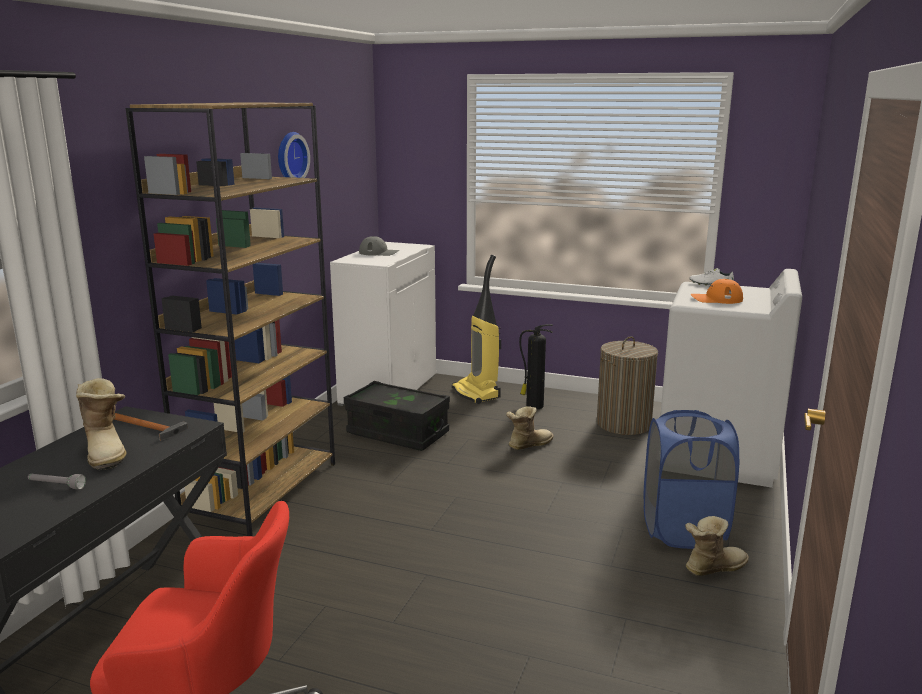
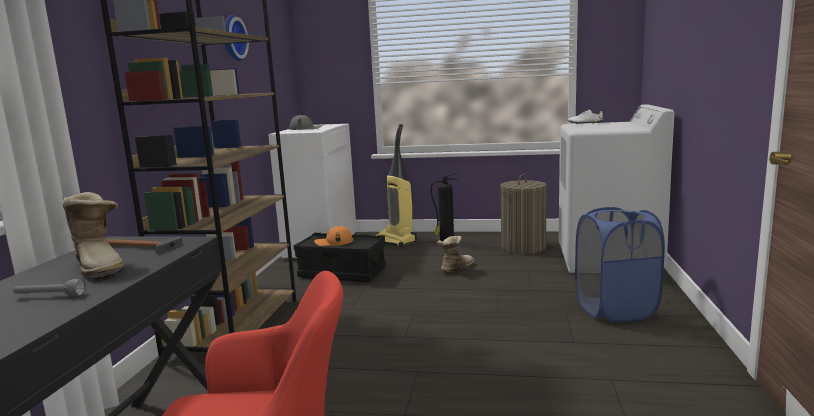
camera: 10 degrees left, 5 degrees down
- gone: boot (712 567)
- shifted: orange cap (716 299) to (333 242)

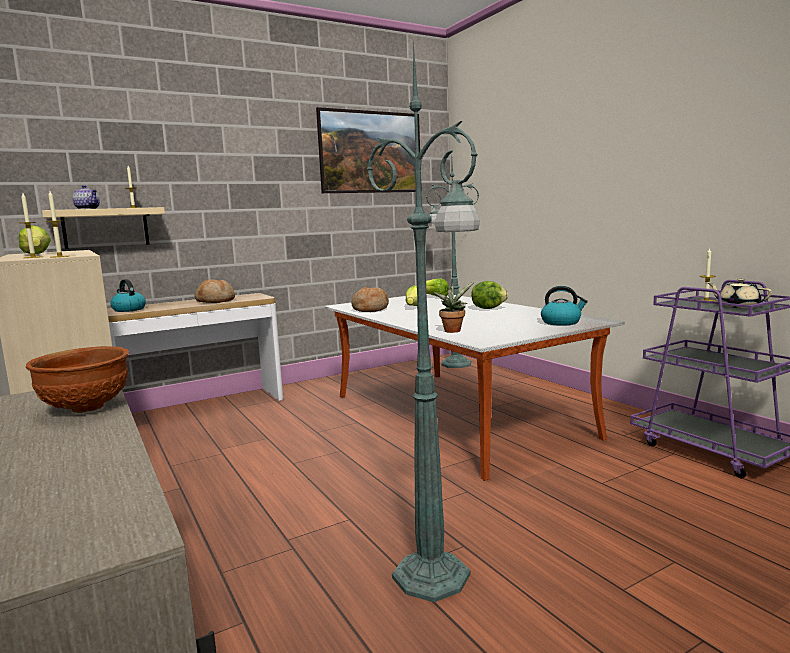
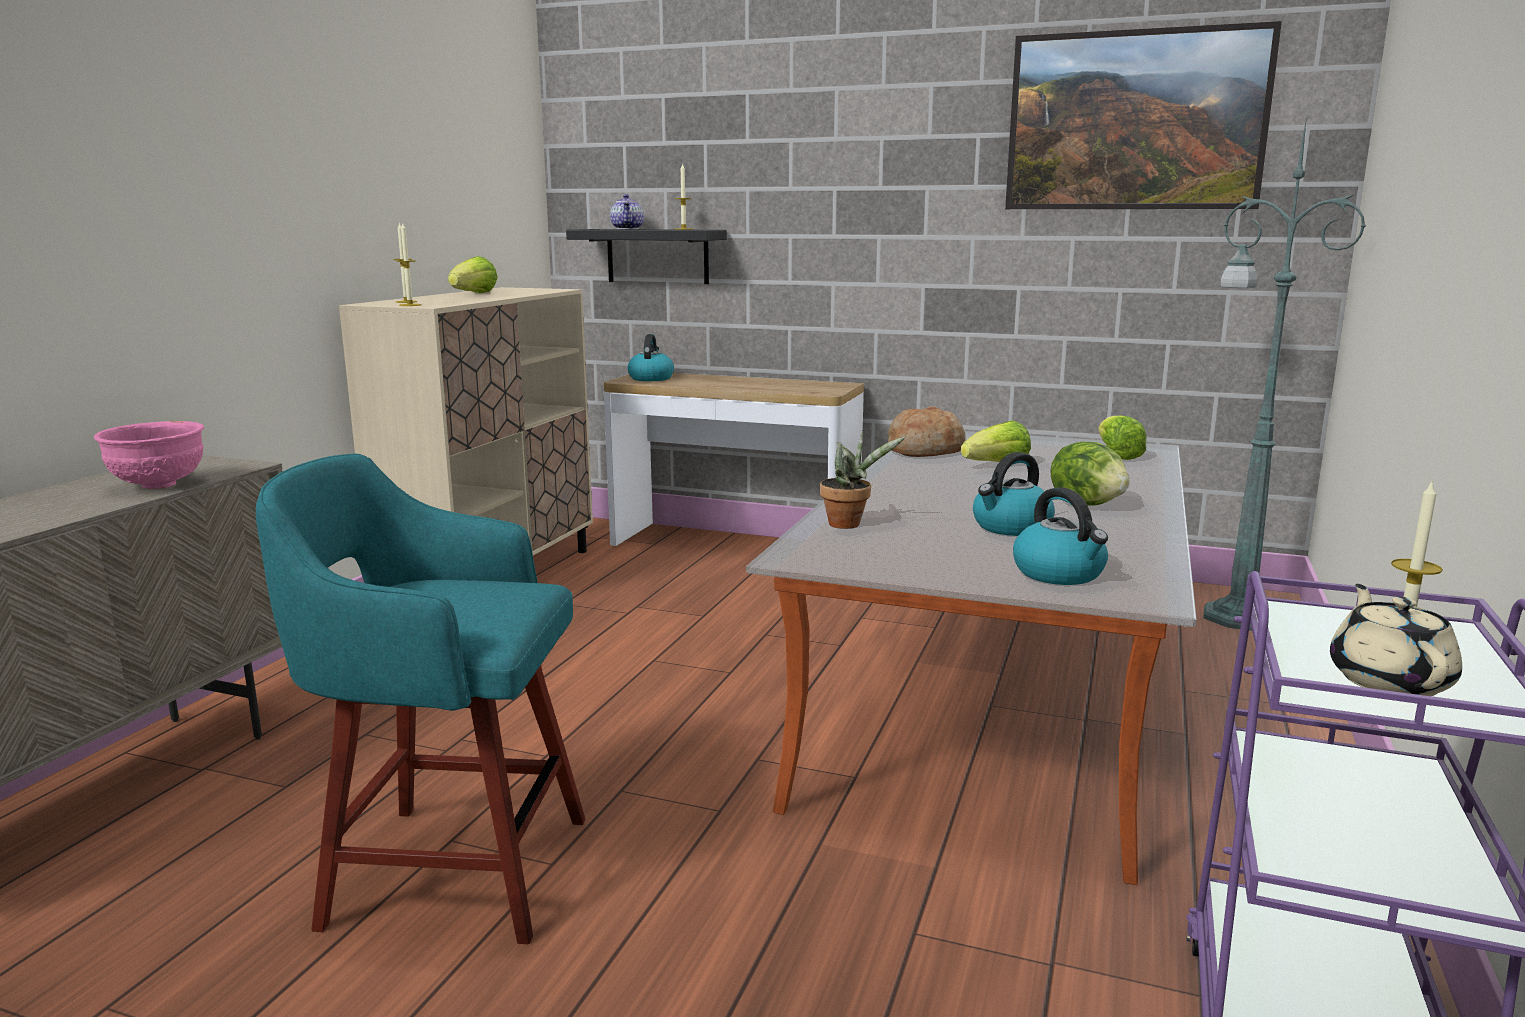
camera: 50 degrees right, 5 degrees up
- gone: bread (215 301)
- new: kettle (1011 527)
- swapped: green floor lamp (434 578) to turquoise stool (450 869)
- repainted: brown bowl (86 408) to pink bowl (157 485)
- repainted: beige shelf (106 228) to black shelf (657 256)

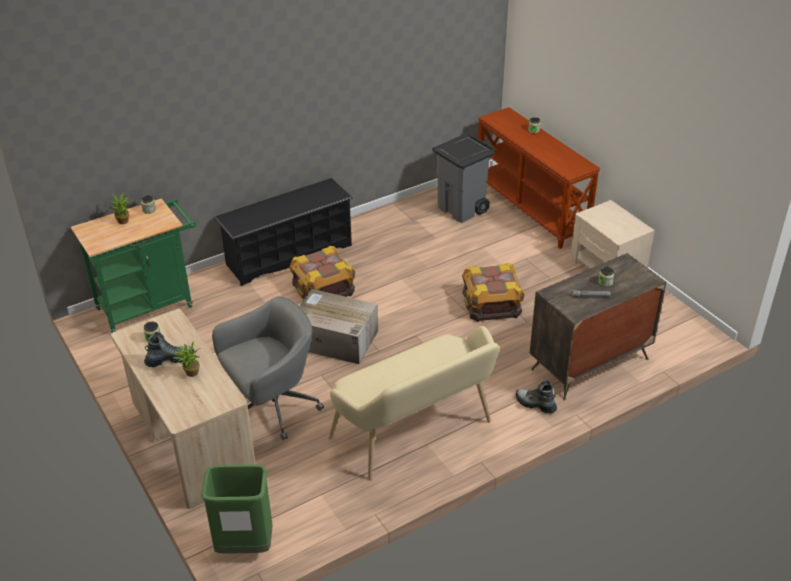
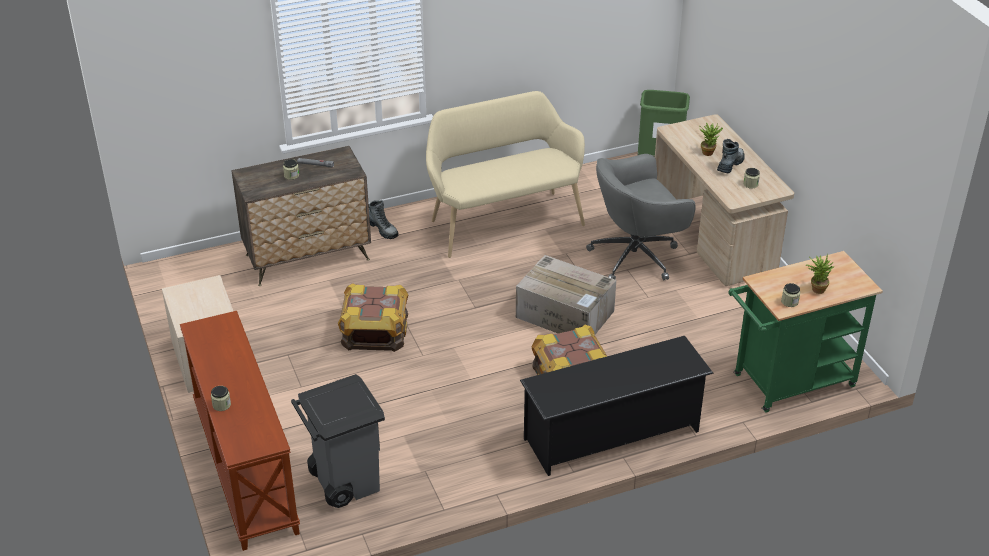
camera: 170 degrees left, 0 degrees up
- rotated: boot (170 359) = (730 165) 135 degrees clockwise

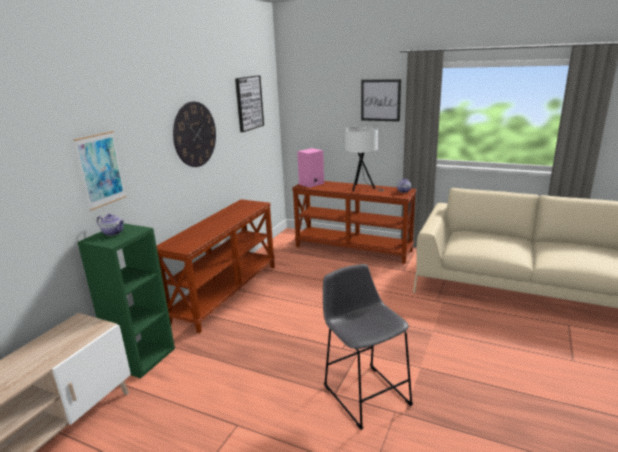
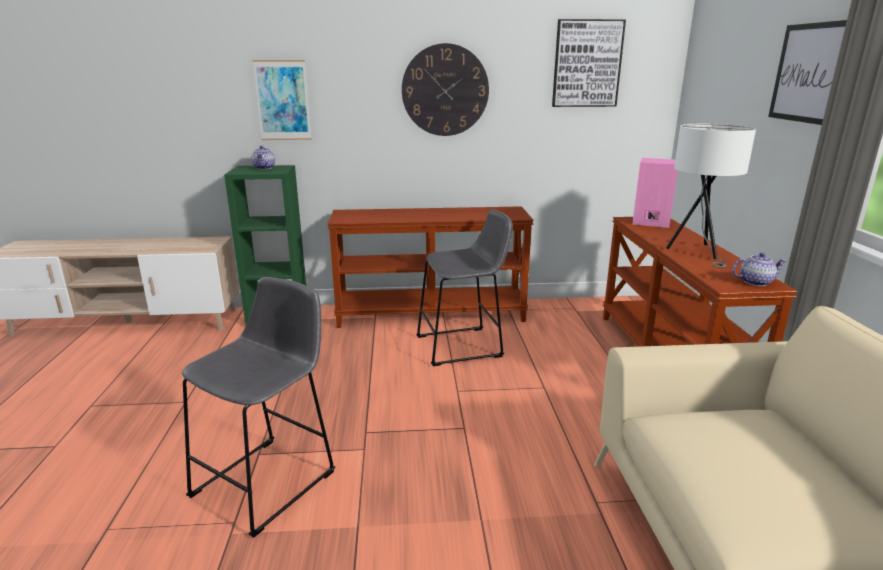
camera: 60 degrees right, 0 degrees up
- new: grey stool (464 346)

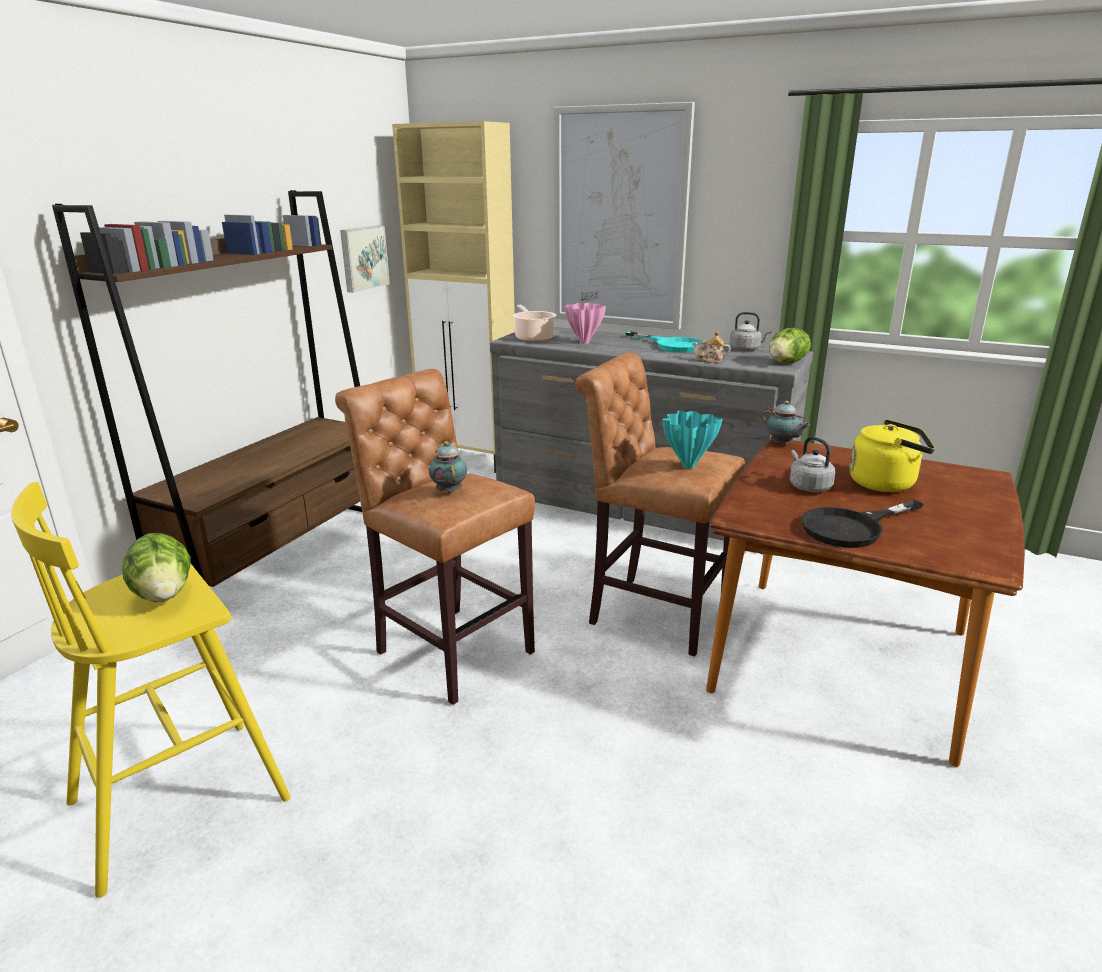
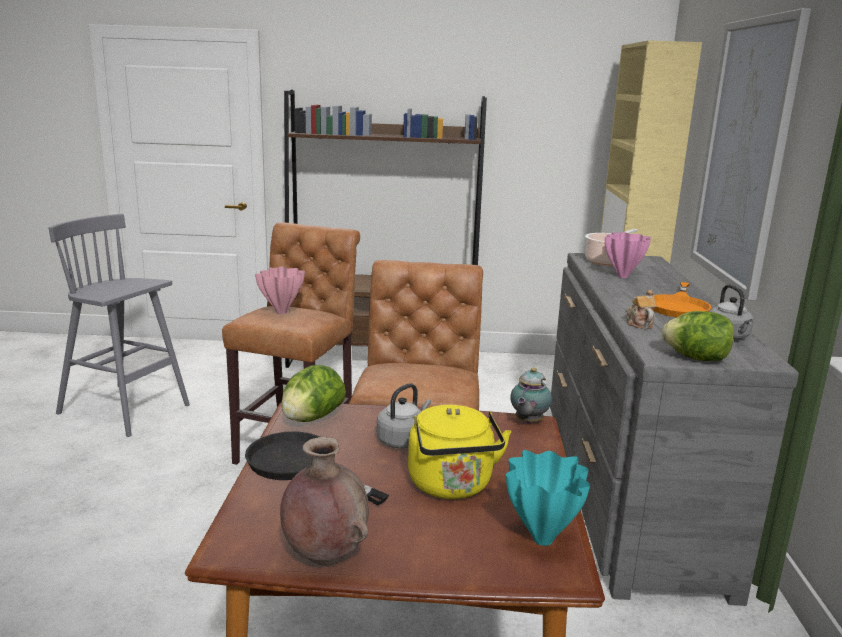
camera: 65 degrees right, 5 degrees down
- gone: picture (363 258)
- new: brown vase (324 555)
- shifted: lettuce (164 594) to (312 418)
- shifted: turquoise vase (687 466) to (542 538)
- swapped: teapot (449 491) to pink vase (282 312)
- repainted: yellow stool (184 798) to grey stool (126 410)
- repainted: turquoise frying pan (673 345) to orange frying pan (679 306)

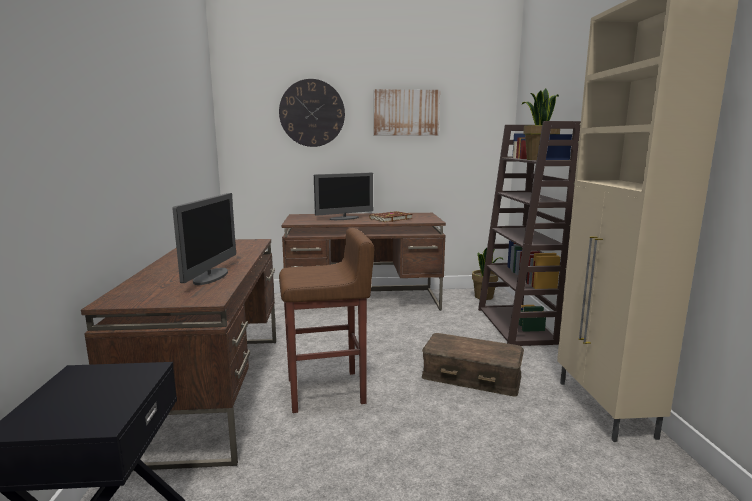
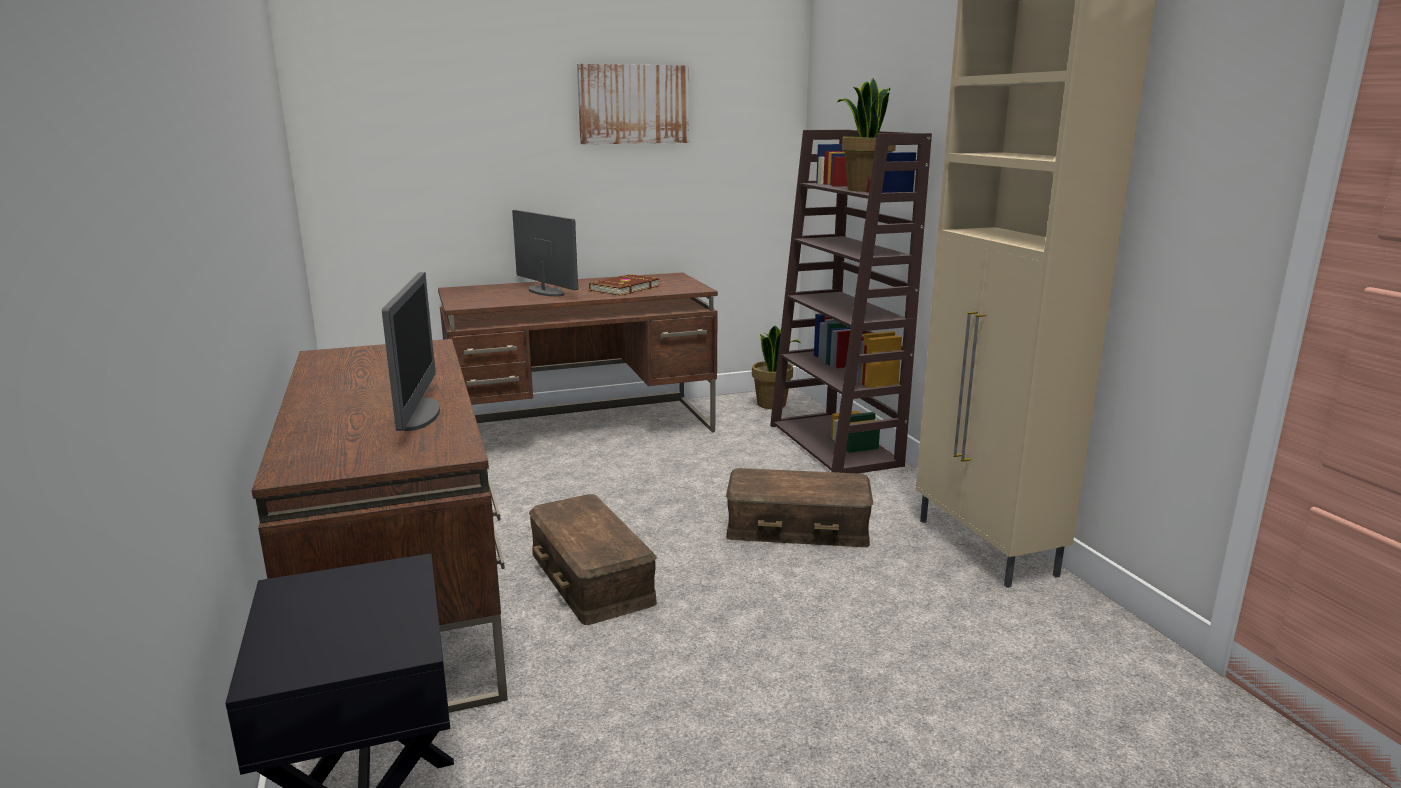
camera: 15 degrees left, 5 degrees up
- gone: wall clock (312 113)
- swapped: brown stool (327 391) to brown storage box (593 577)
- rotated: monitor (344 218) = (546 292) 90 degrees counterclockwise

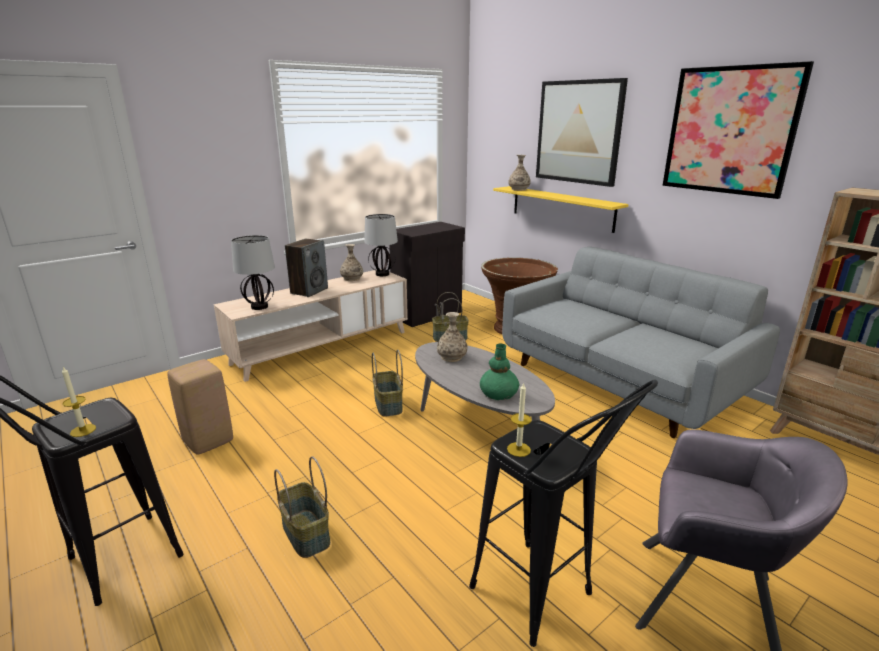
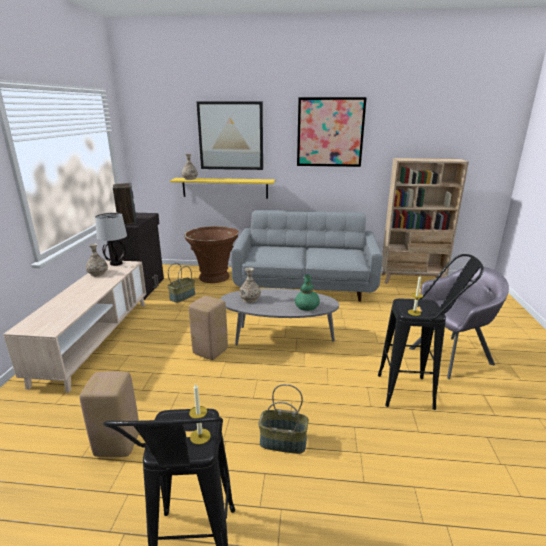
camera: 45 degrees left, 0 degrees up
- gone: table lamp (259 306)
- shifted: speaker (309 291) to (127 221)
- swapped: basket (387 404) to beige stool (209 352)

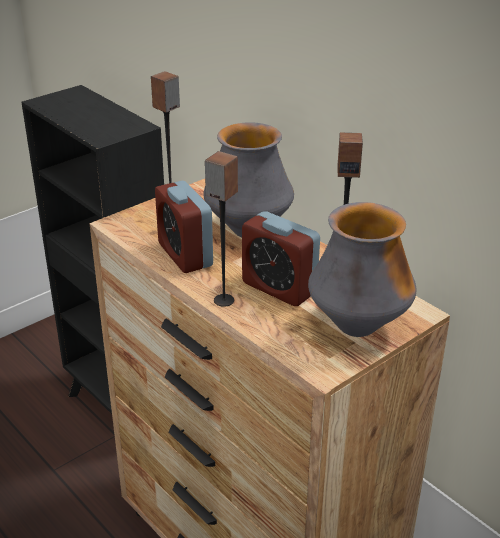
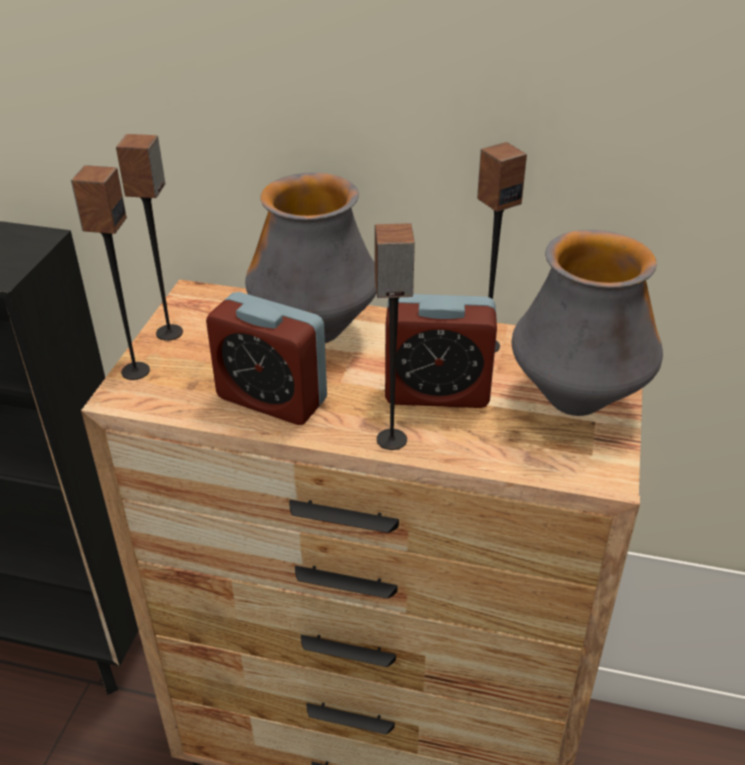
camera: 35 degrees left, 5 degrees up
- new: speaker (135 371)

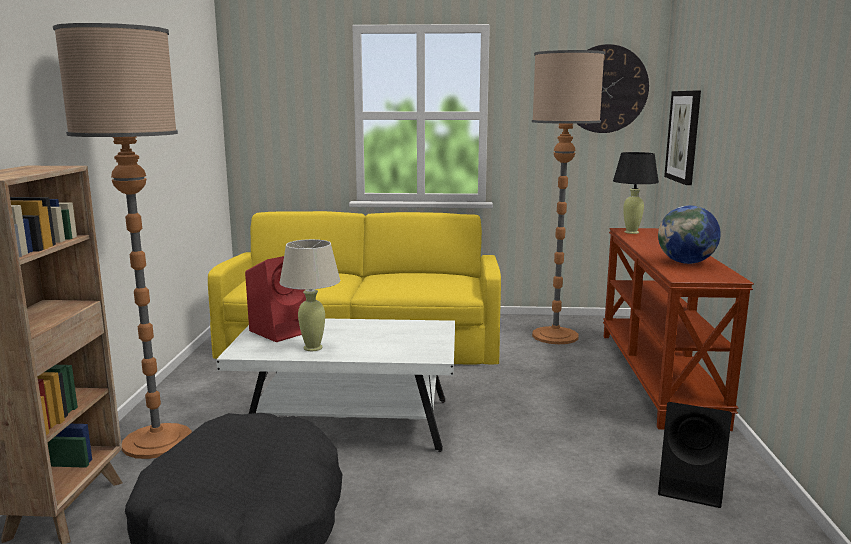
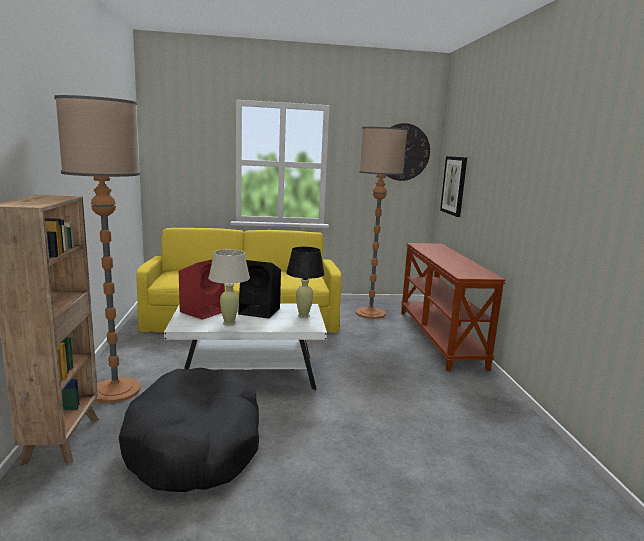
camera: 10 degrees left, 0 degrees up
- gone: globe (686 262)
- shifted: black table lamp (631 232) to (303 316)
- shifted: black speaker (692 487) to (260 311)

